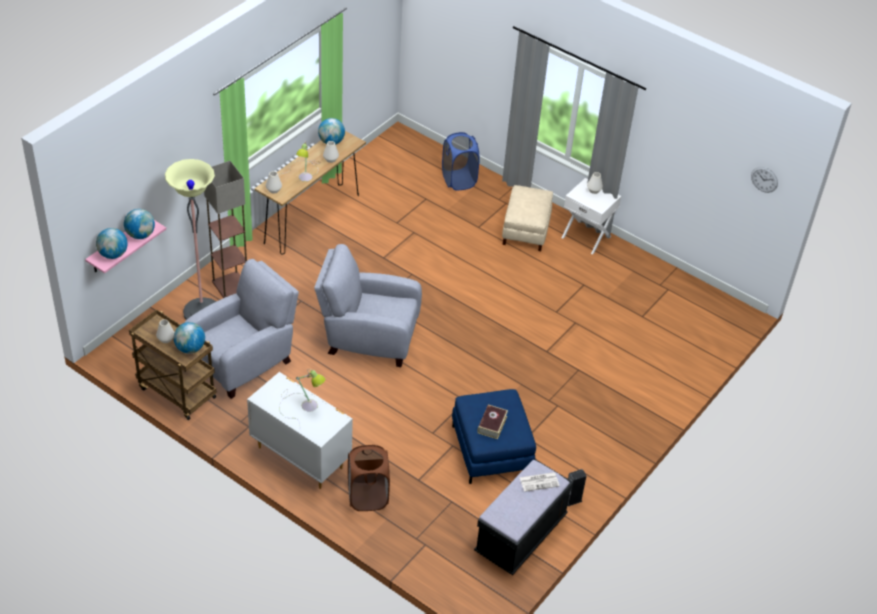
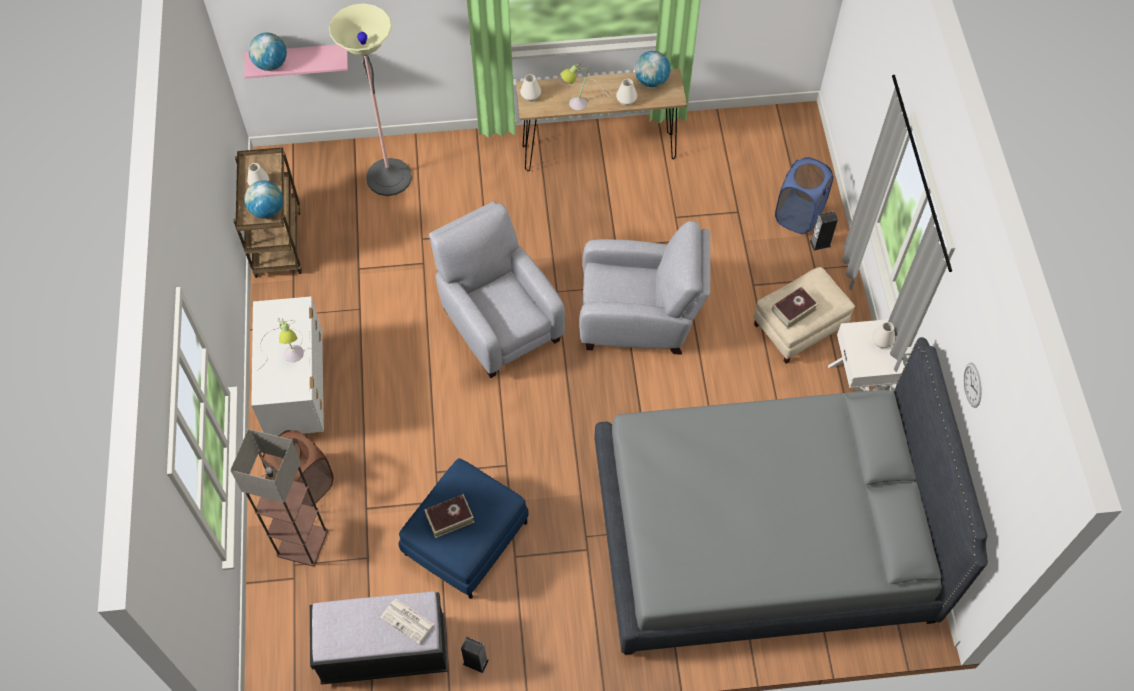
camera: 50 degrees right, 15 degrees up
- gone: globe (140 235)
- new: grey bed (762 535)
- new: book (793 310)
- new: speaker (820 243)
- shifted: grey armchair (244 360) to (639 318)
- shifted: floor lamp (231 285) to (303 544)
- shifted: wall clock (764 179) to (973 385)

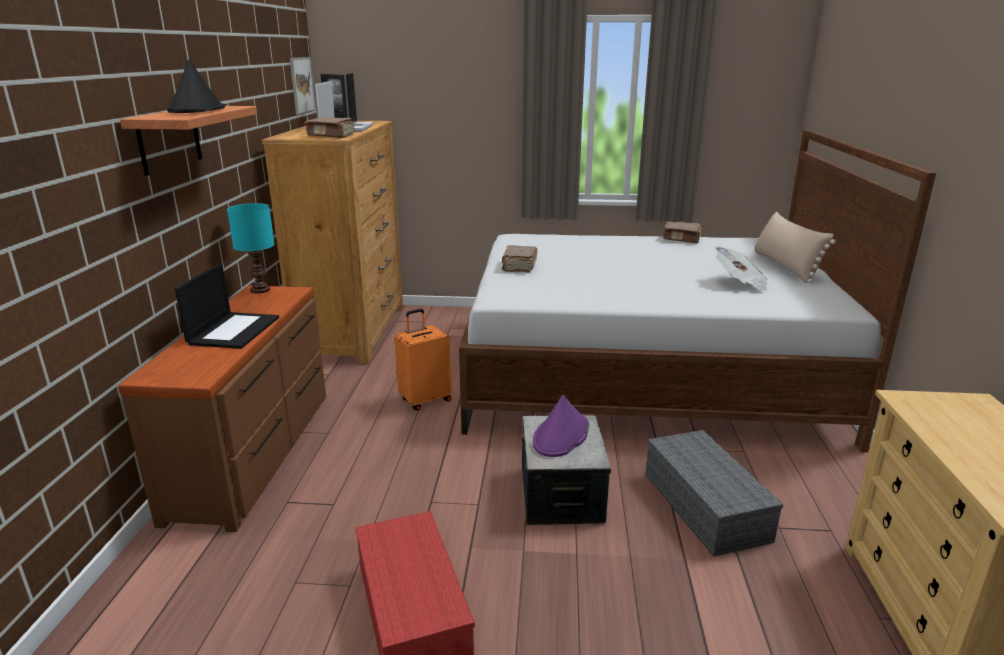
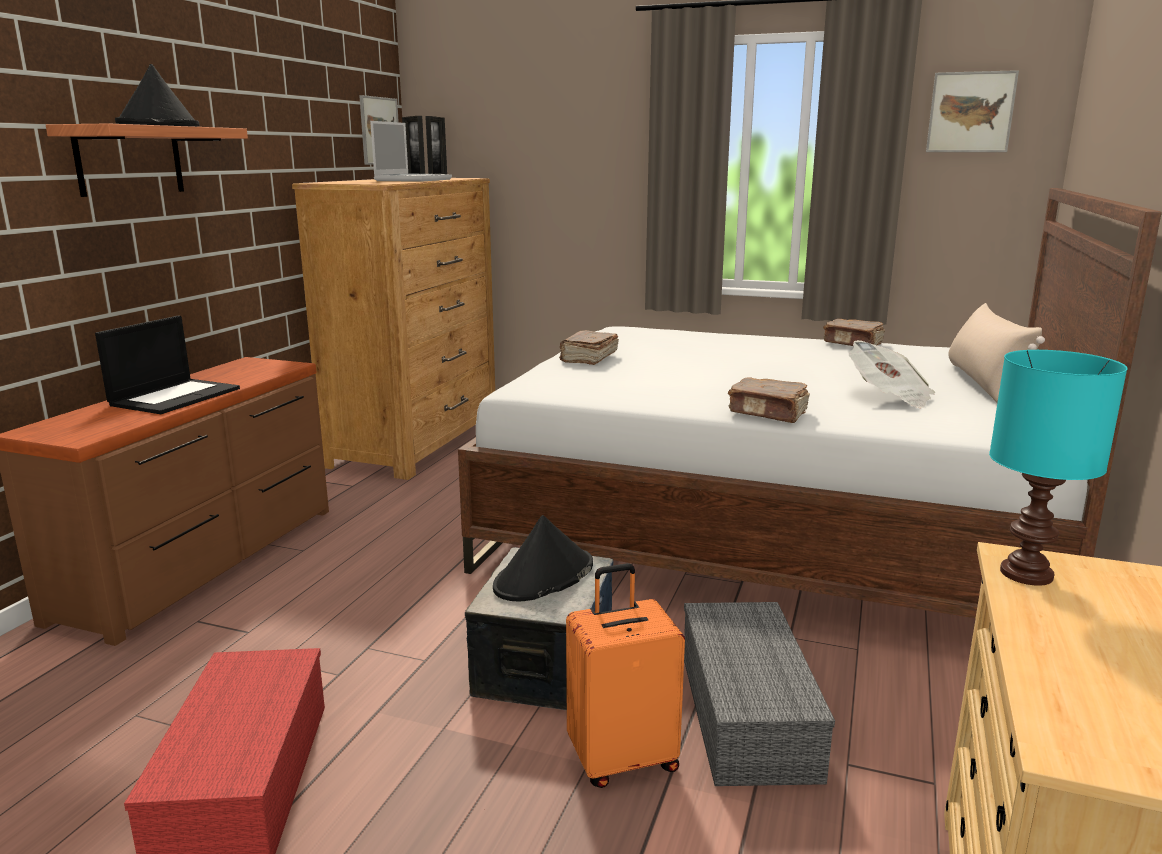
camera: 15 degrees right, 5 degrees down
- new: picture (970 112)
- shifted: turquoise table lamp (259 290) to (1024 574)
- shifted: brown book (331 136) to (768 413)
- shifted: orange suitcase (425 400) to (622 759)
- repainted: purple hat (561 435) to black hat (544 577)

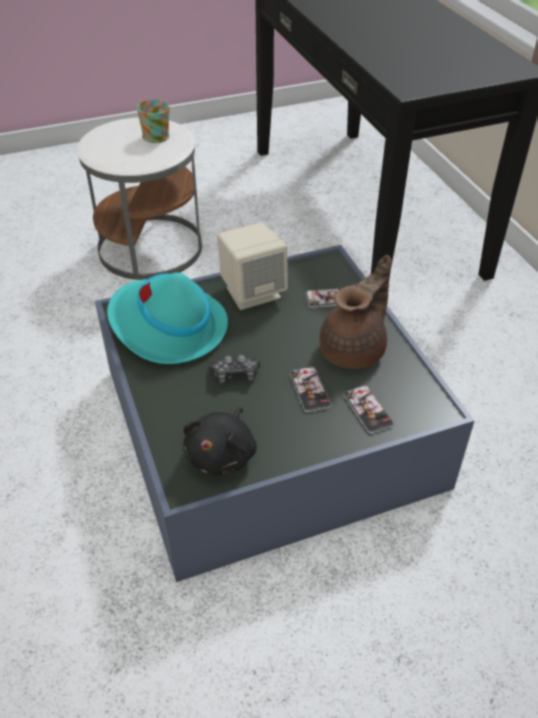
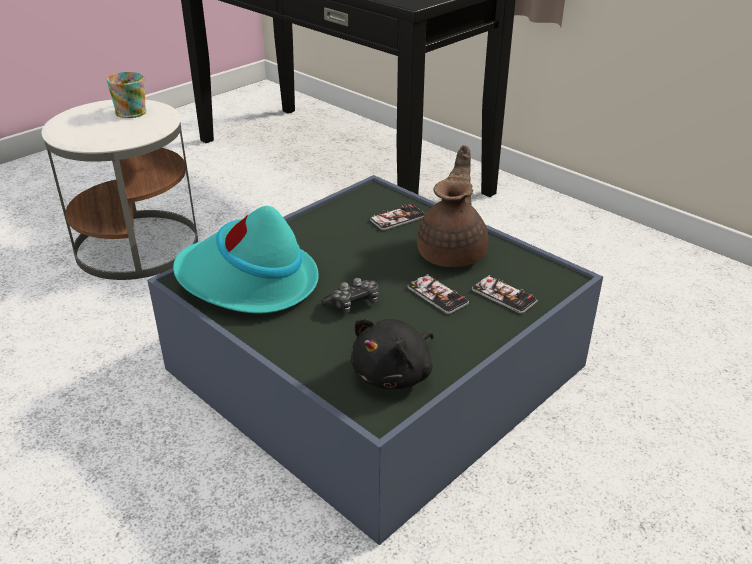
camera: 25 degrees left, 10 degrees down
- gone: beige speaker (253 292)
- rotated: black plush toy (222 455) = (395 374) 45 degrees clockwise

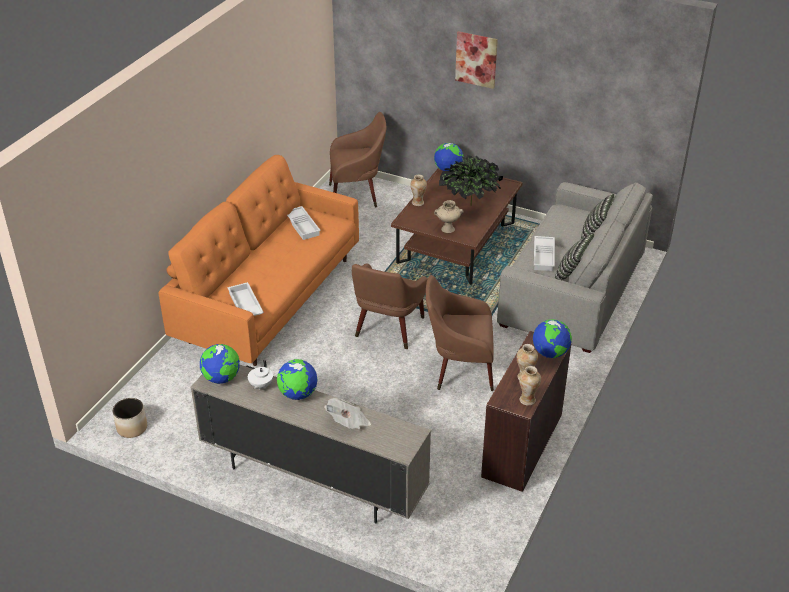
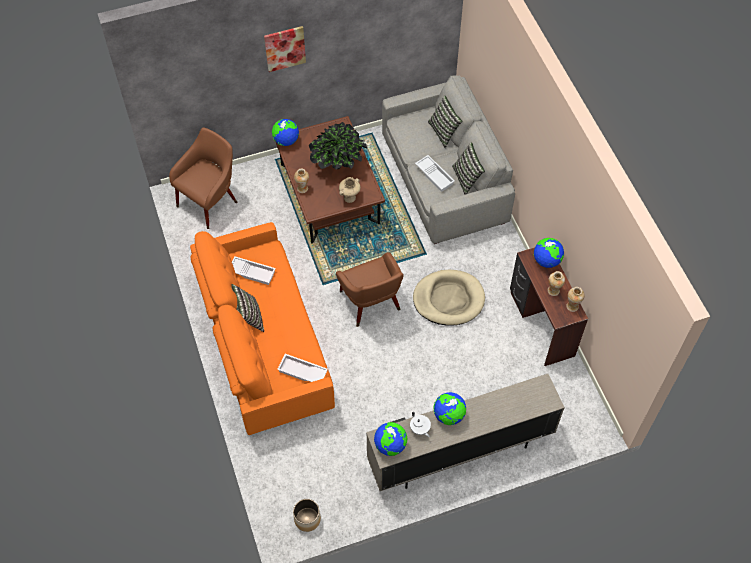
camera: 45 degrees left, 20 degrees up
- gone: newspaper (348 422)
- new: pillow (249 317)
- swapped: brown armchair (459 370) to beige dog bed (448 299)

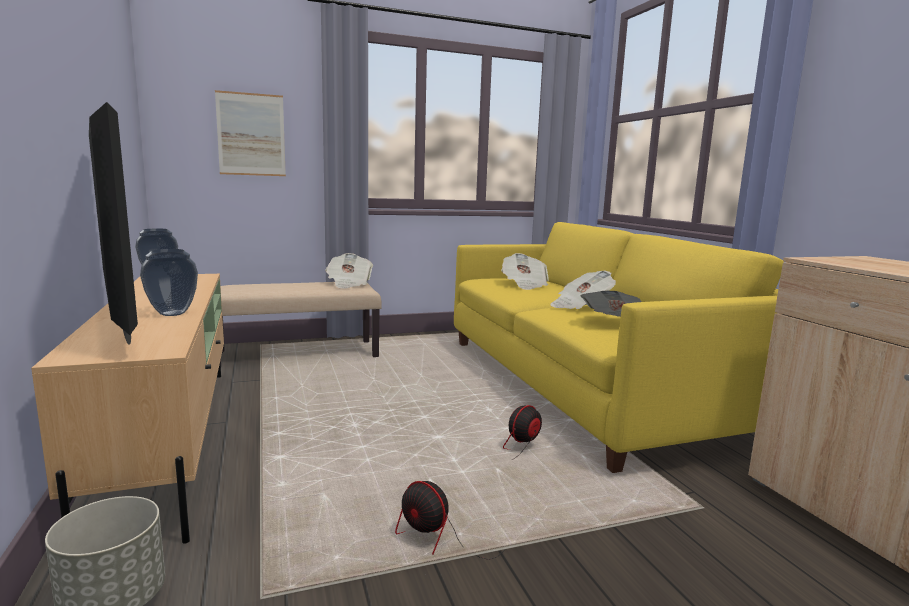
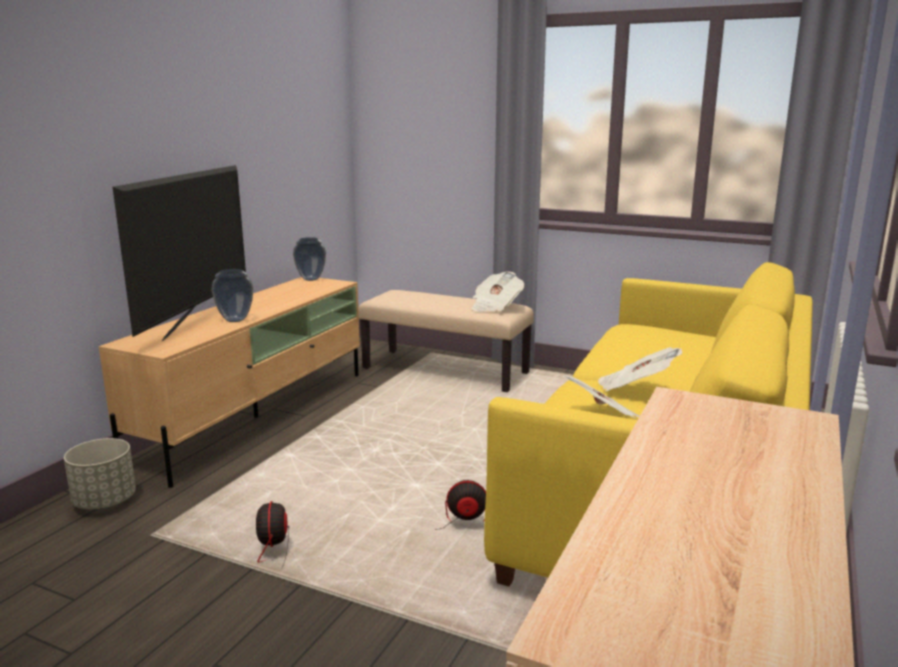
camera: 45 degrees right, 5 degrees up
- gone: picture (251 134)
- gone: newspaper (524 285)

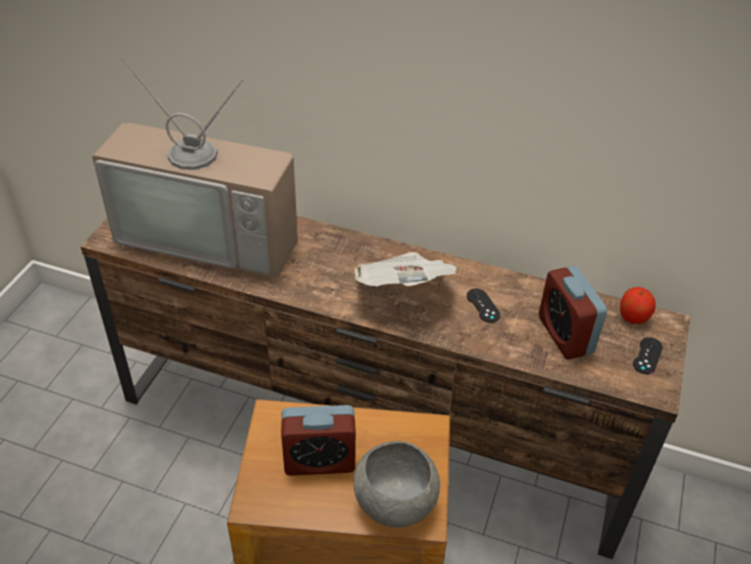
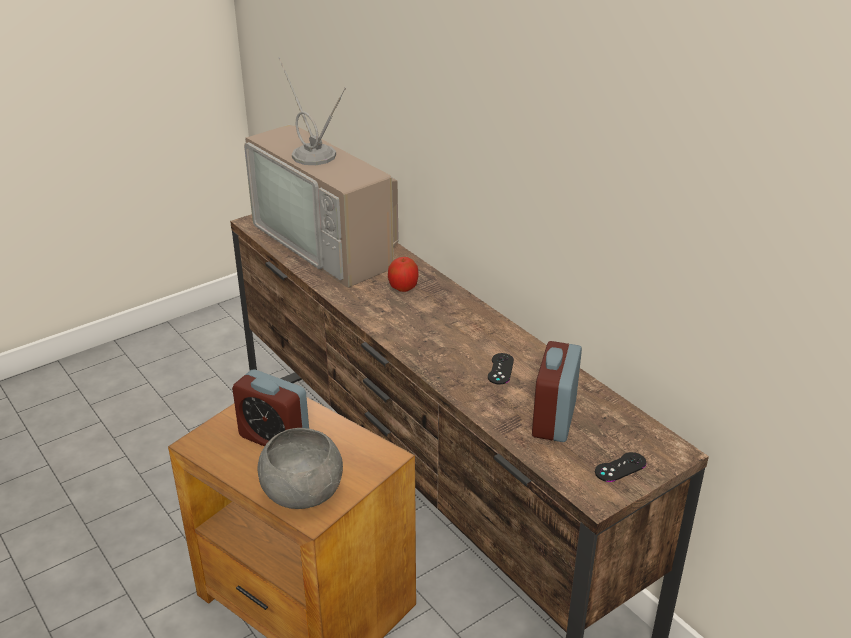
camera: 35 degrees right, 10 degrees down
- gone: newspaper (403 289)
- shifted: apple (633 317) to (403 288)

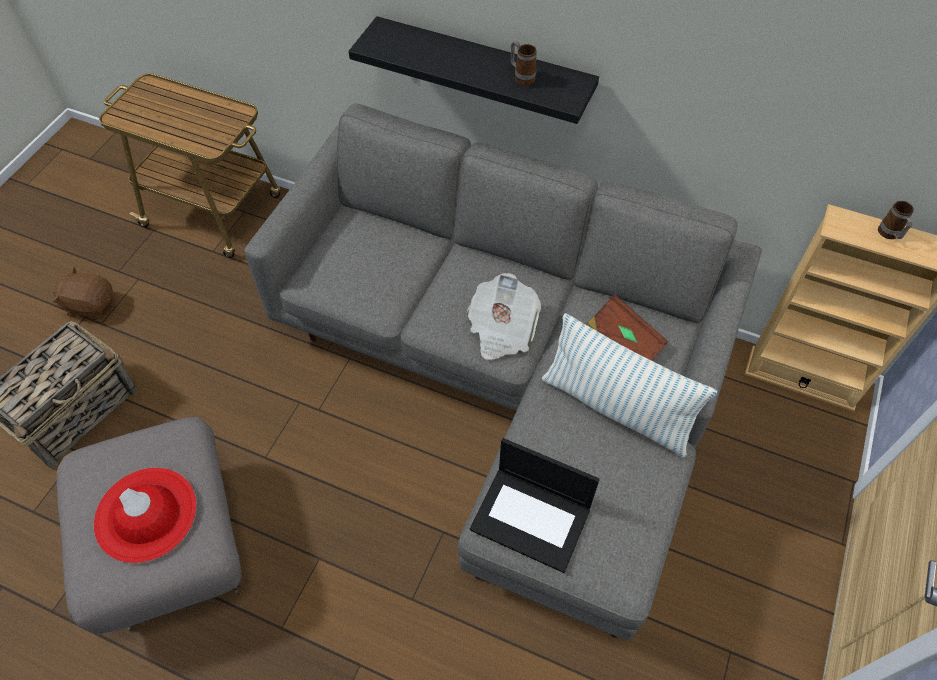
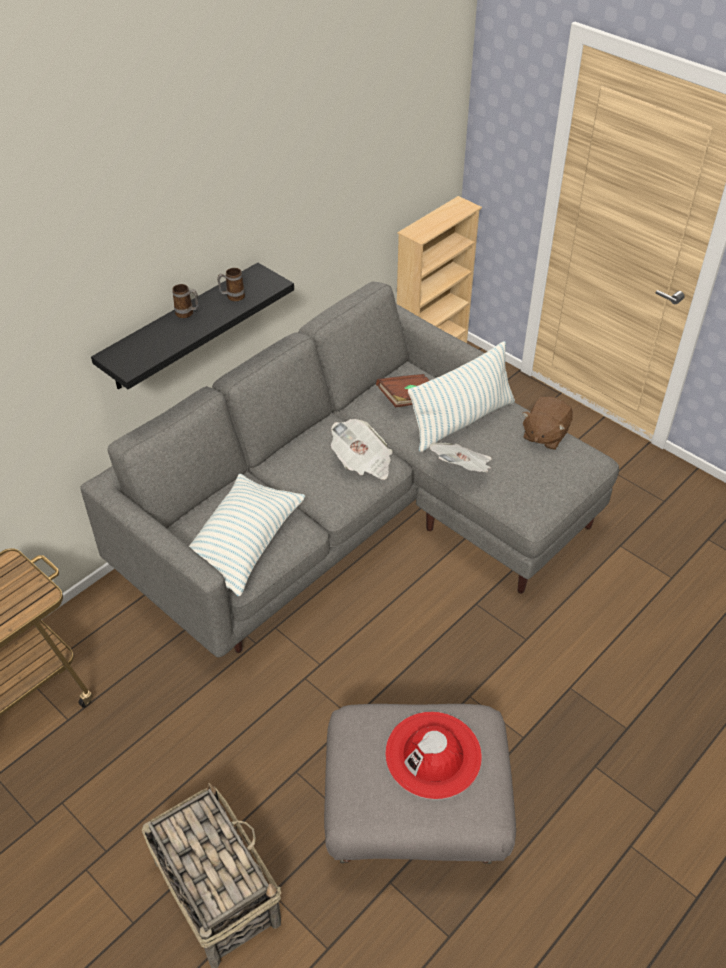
camera: 70 degrees left, 10 degrees down
- gone: laptop (532 518)
- new: pillow (241 545)
- new: newspaper (462 468)
- shifted: brown plush toy (90 305) to (544 435)
- shifted: mug (889 235) to (187 314)

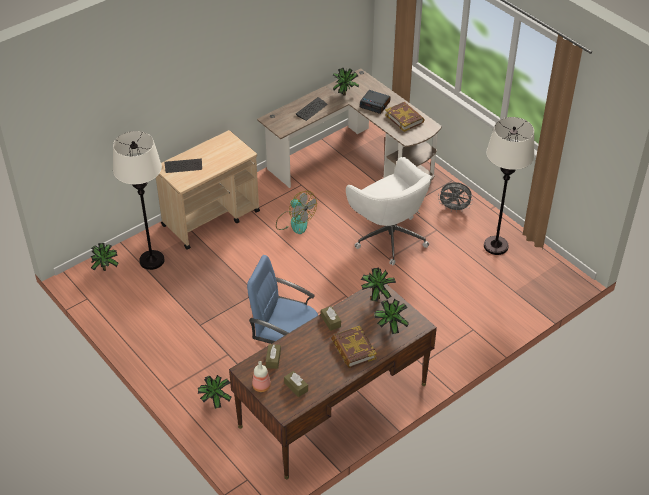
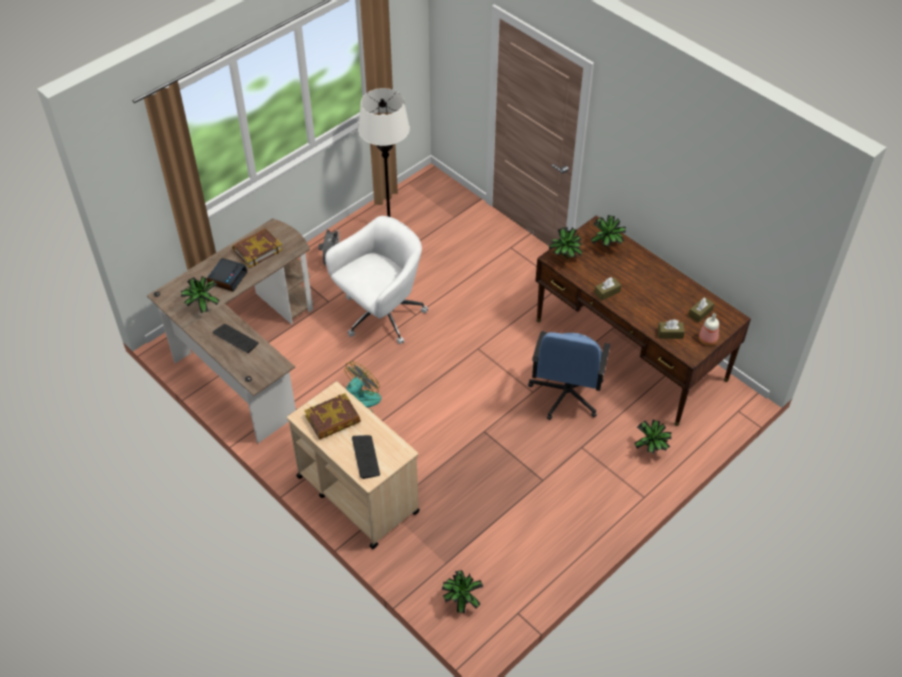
camera: 95 degrees left, 5 degrees up
- gone: white floor lamp (152 260)
- shifted: book (353 349) to (333 420)

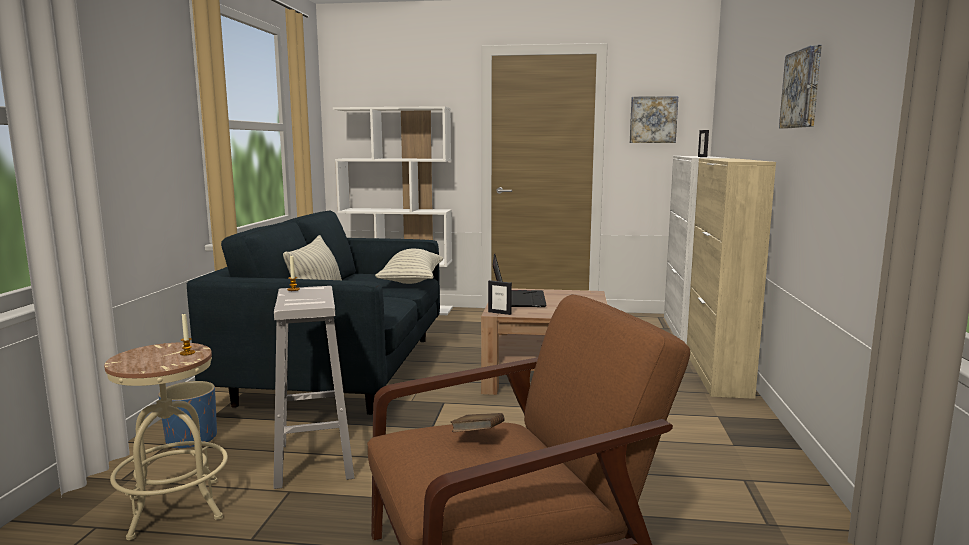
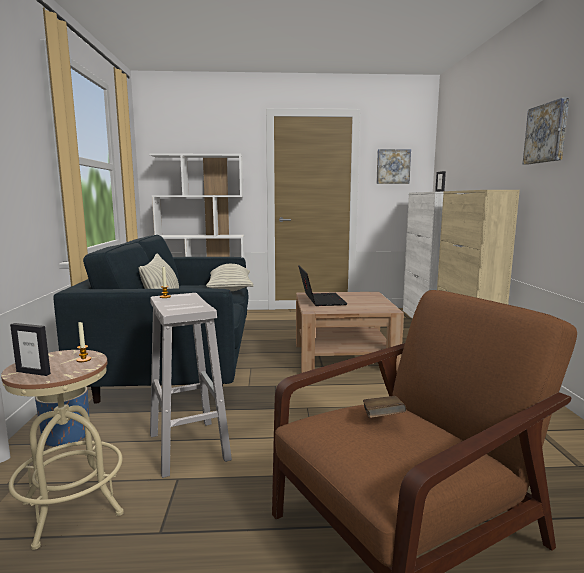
camera: 10 degrees left, 0 degrees up
- shifted: picture frame (499 313) to (33 372)

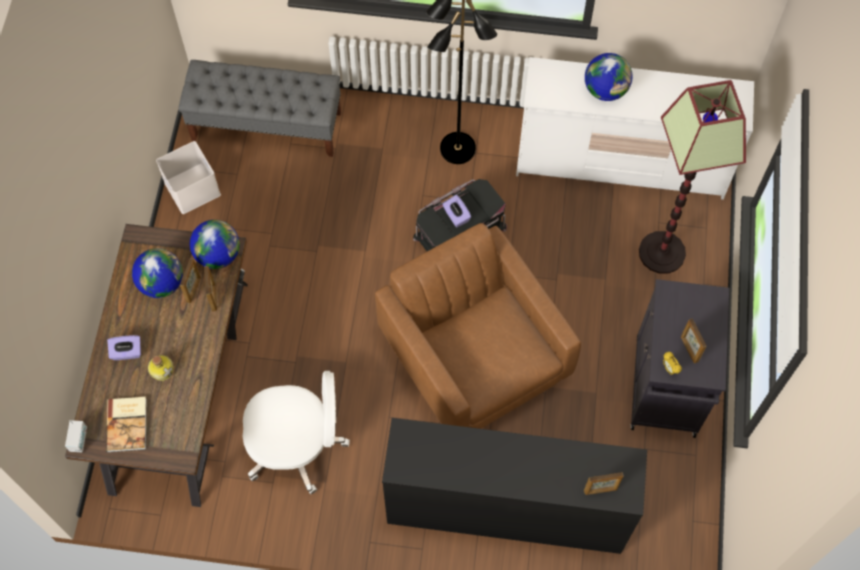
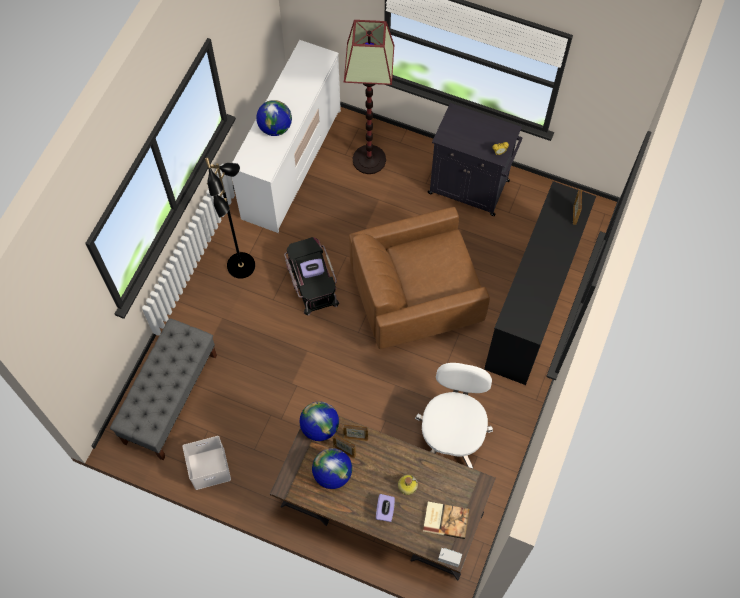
camera: 75 degrees left, 0 degrees up
- gone: picture frame (689 349)

